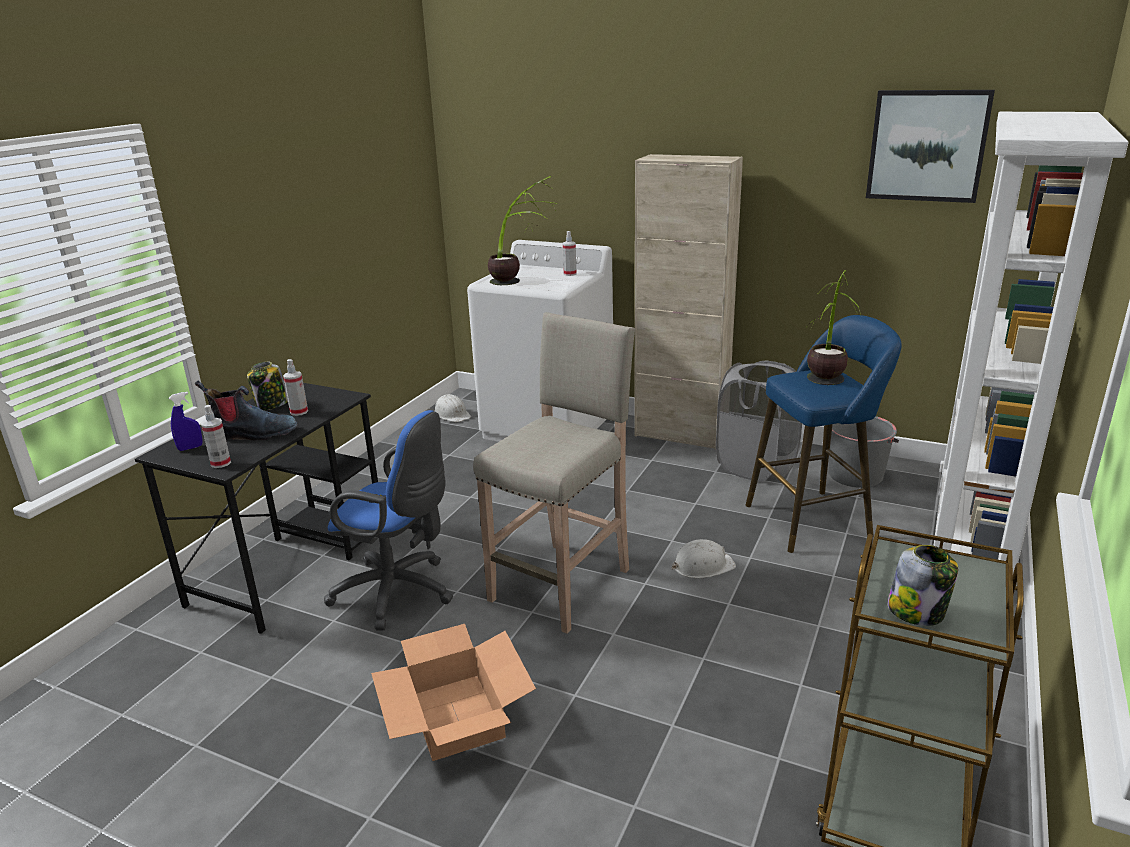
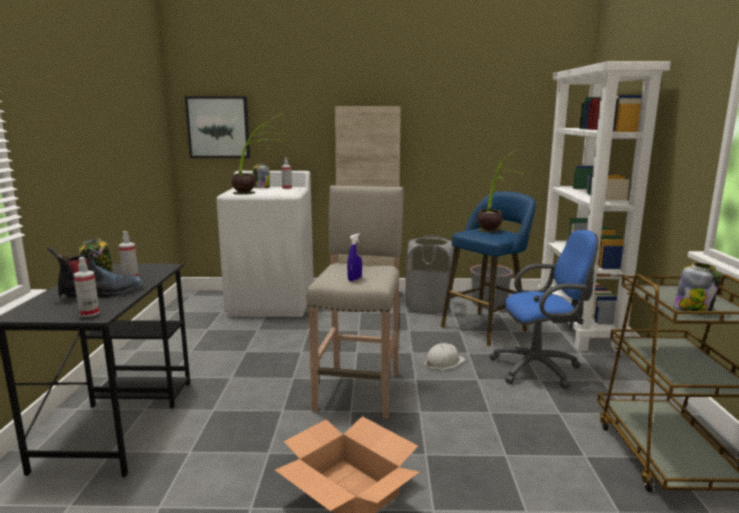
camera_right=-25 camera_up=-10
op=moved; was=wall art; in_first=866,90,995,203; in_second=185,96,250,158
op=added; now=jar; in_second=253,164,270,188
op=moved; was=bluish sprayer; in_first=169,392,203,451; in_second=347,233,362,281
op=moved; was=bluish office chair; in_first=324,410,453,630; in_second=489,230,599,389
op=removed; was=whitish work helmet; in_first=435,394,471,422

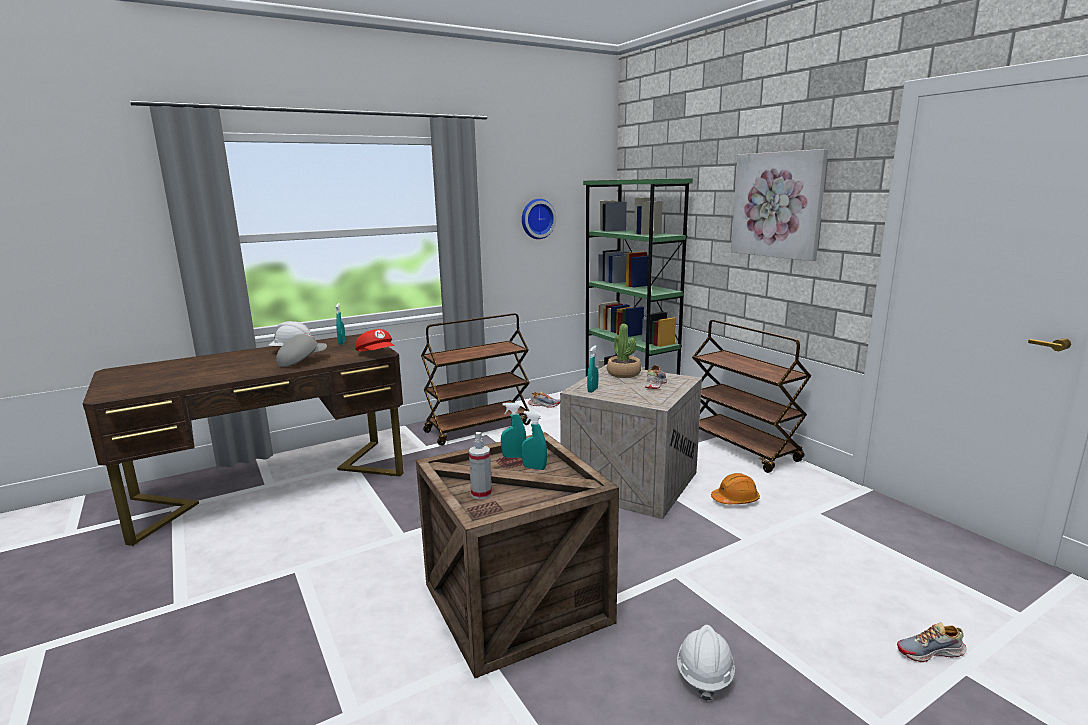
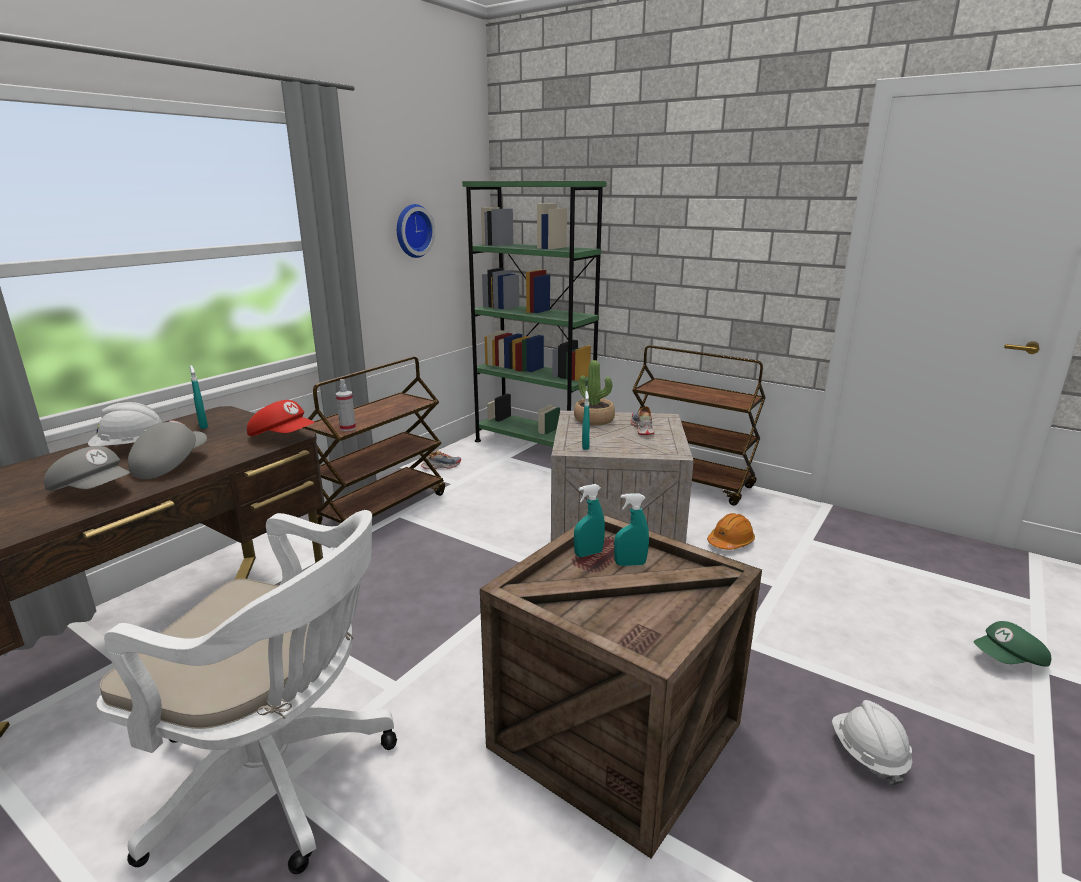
camera_right=-25 camera_up=5
op=added; now=grey baseball cap; in_second=44,446,130,491
op=added; now=whitish office chair; in_second=96,510,397,874
op=moved; was=sprayer; in_first=469,432,492,499; in_second=336,379,356,431
op=replaced; was=item of footwear; now=green-coloured baseball cap; in_first=897,622,967,662; in_second=974,621,1051,666
op=removed; was=wall art; in_first=731,149,828,261

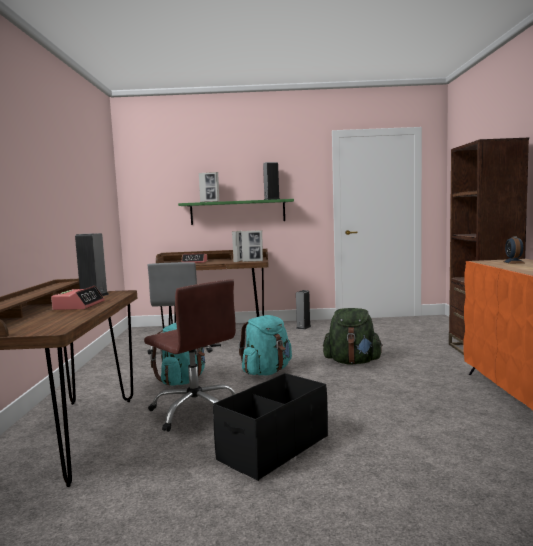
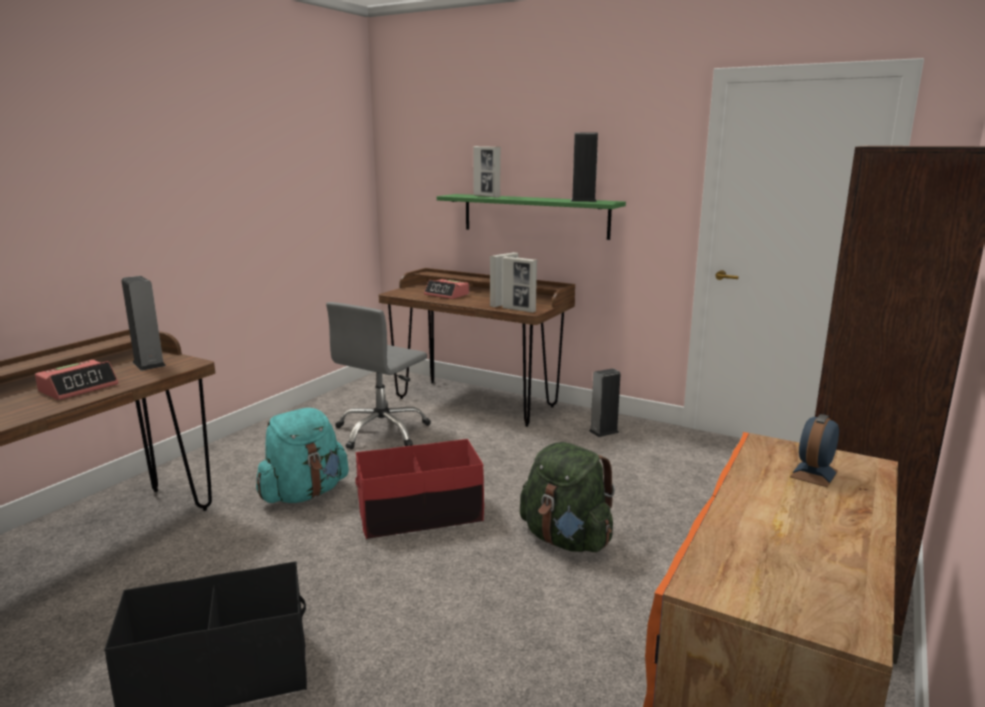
camera_right=30 camera_up=10
op=replaced; was=turquoise rucksack; now=reddish storage bin; in_first=239,315,292,375; in_second=355,439,484,539
op=removed; was=brown office chair; in_first=144,279,236,432

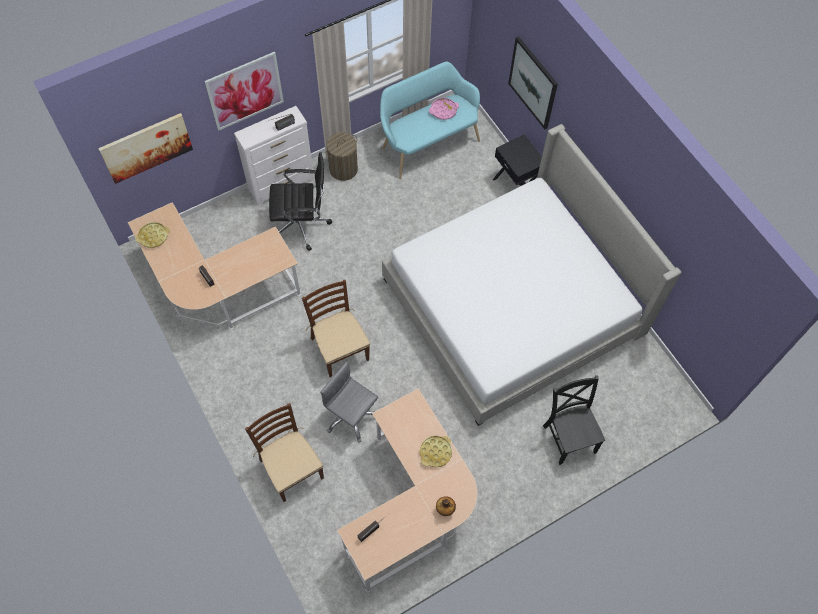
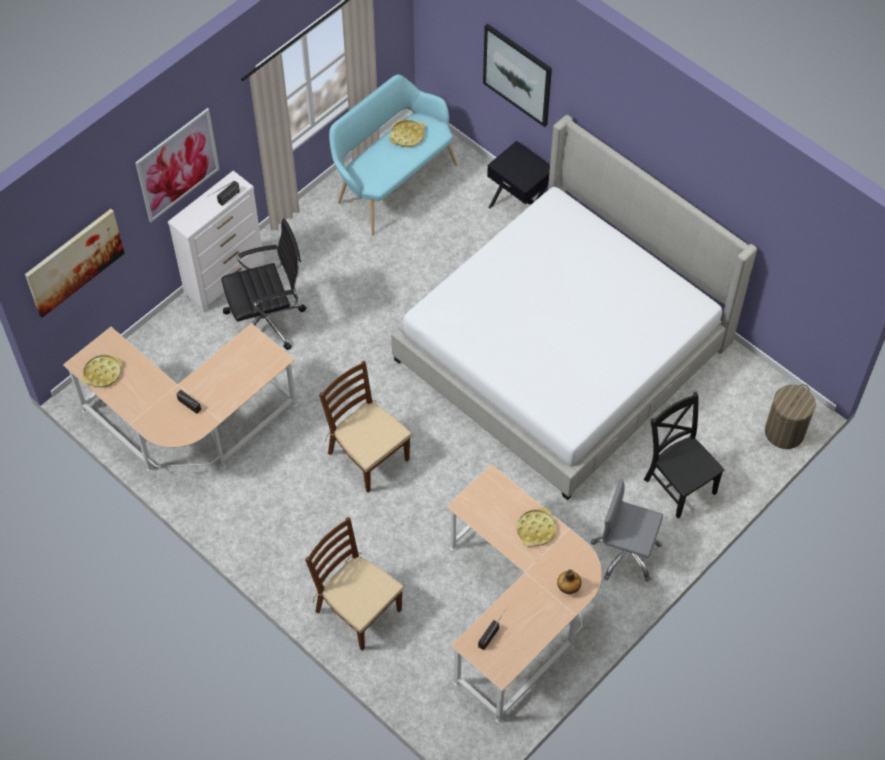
camera_right=-15 camera_up=-5
op=recoloured; was=pink tray; now=yellow-coloured tray; in_first=429,98,459,120; in_second=389,120,425,147
op=moved; was=grey office chair; in_first=320,362,378,443; in_second=591,479,664,582
op=moved; was=hamper; in_first=325,132,358,181; in_second=765,384,816,449

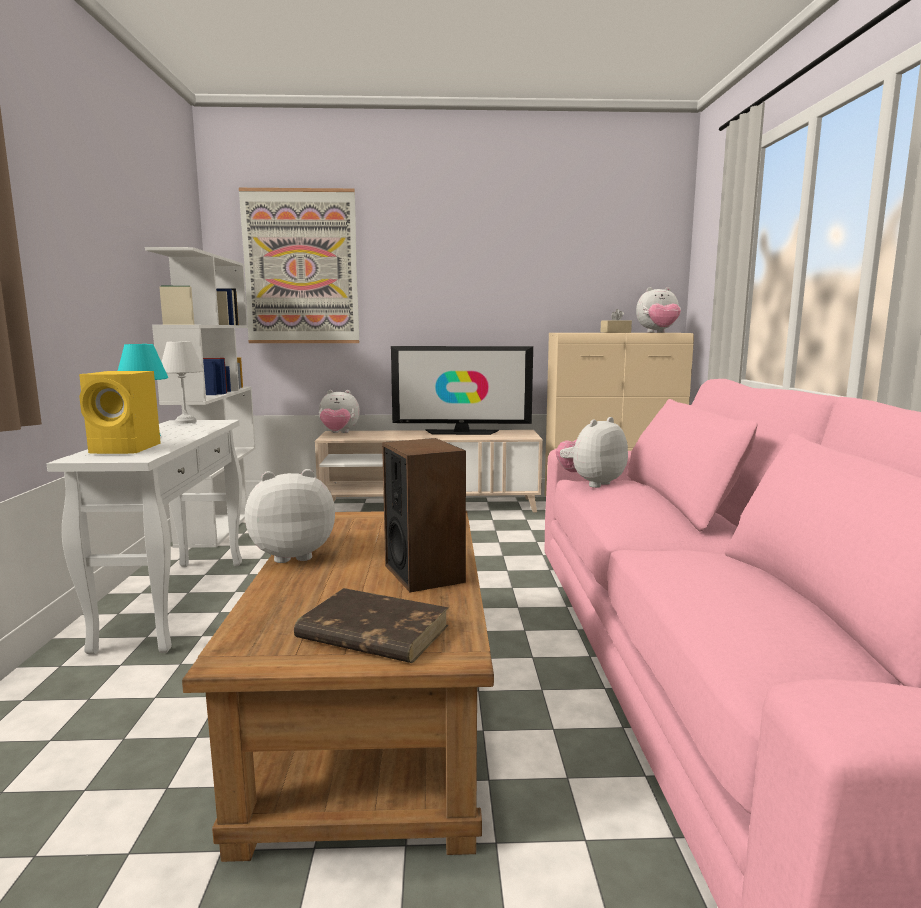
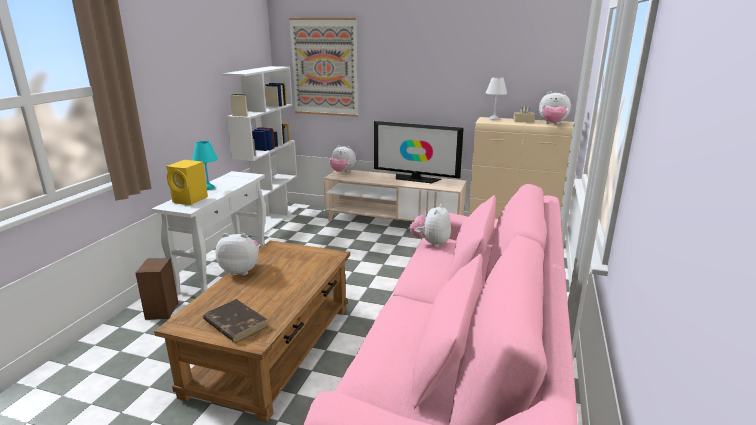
camera_right=20 camera_up=10
op=moved; was=loudspeaker; in_first=382,438,466,592; in_second=135,258,178,320
op=turned; was=plush toy; in_first=556,417,628,488; in_second=410,204,451,247; clockwise=-45
op=moved; was=whitish lamp for a table; in_first=161,341,204,424; in_second=486,77,507,121

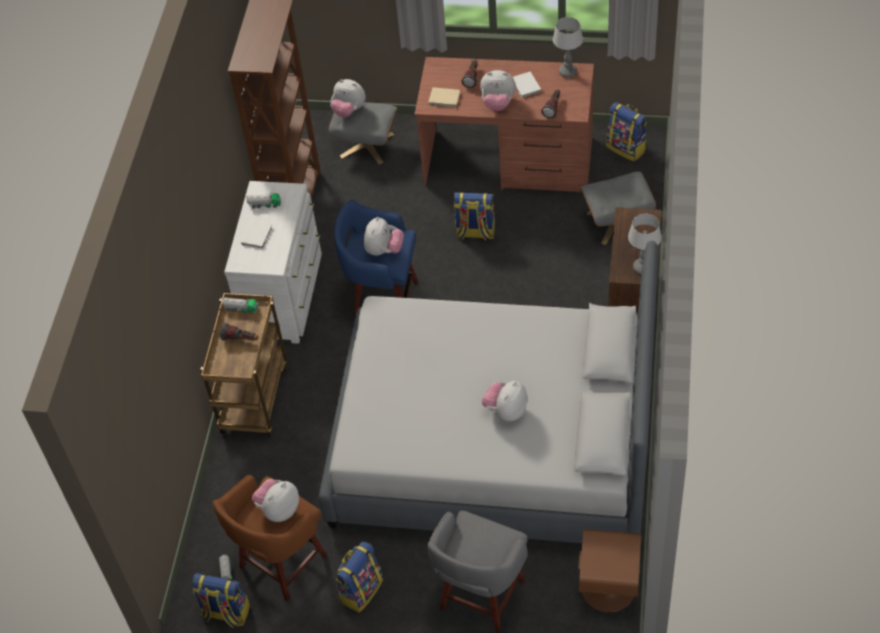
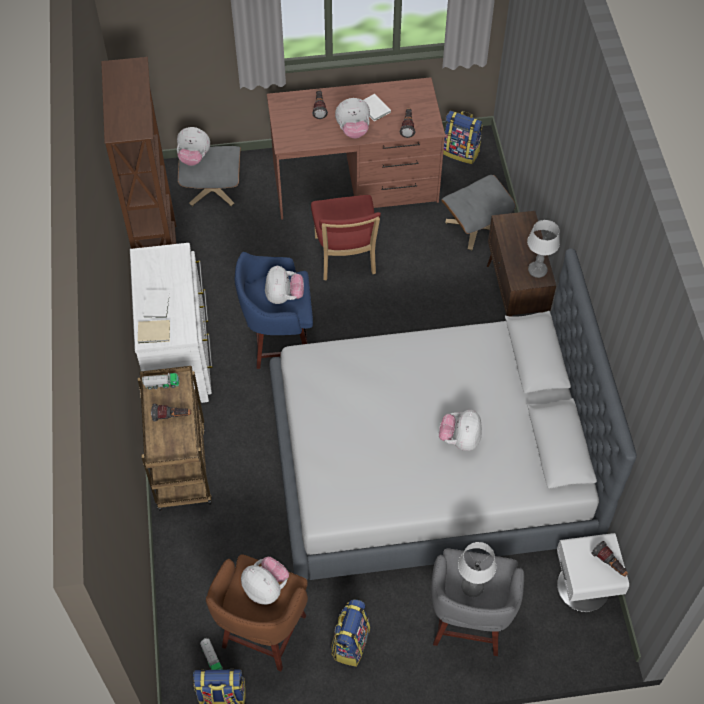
camera_right=-20 camera_up=5
op=moved; was=sand-coloured bound book; in_first=429,87,460,107; in_second=138,320,170,343
op=turned; was=plush toy; in_first=252,479,299,522; in_second=241,557,289,605; clockwise=105
op=replaced; was=rucksack; now=reddish plain chair; in_first=453,192,495,241; in_second=311,195,381,280
op=moved; was=lamp for a table; in_first=553,17,583,78; in_second=458,542,496,597
op=recoloured; was=brown nightstand; now=whitish nightstand; in_first=578,529,641,613; in_second=557,533,629,612
op=added; now=flashlight; in_second=591,541,628,577
op=removed; was=toy lorry; in_first=246,193,281,209

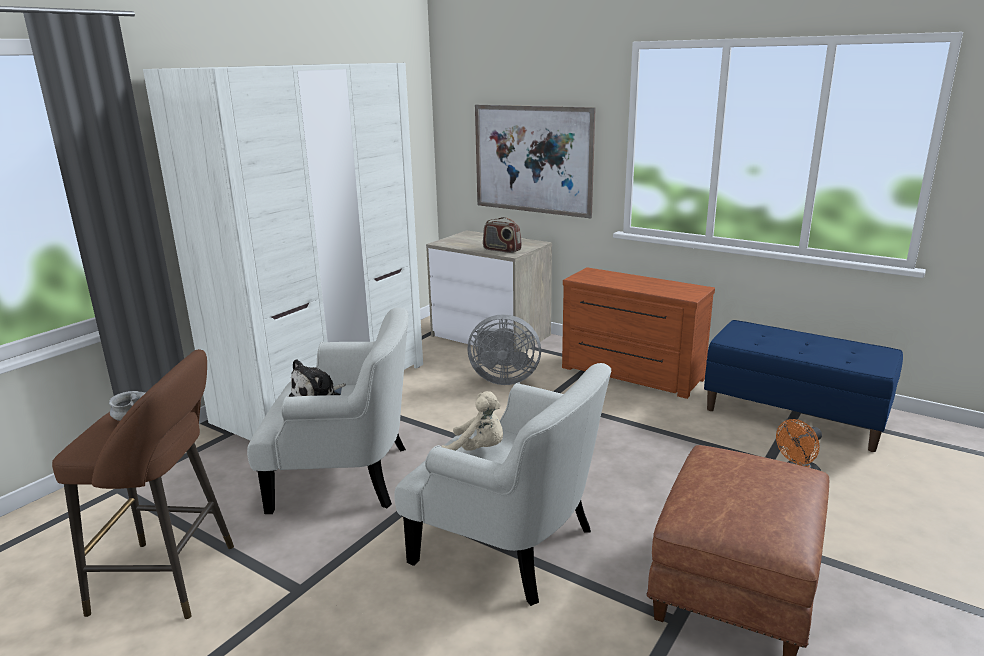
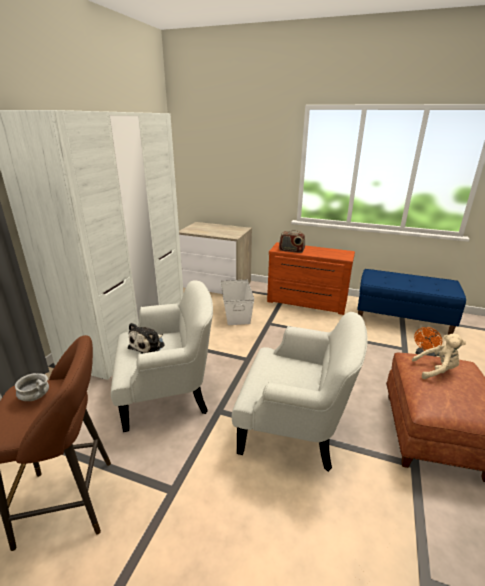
camera_right=-15 camera_up=5
op=replaced; was=grey fan; now=whitish storage bin; in_first=467,314,541,385; in_second=220,280,255,325
op=moved; was=radio set; in_first=483,217,522,253; in_second=279,230,305,253
op=moved; was=sand-coloured plush toy; in_first=441,391,503,451; in_second=412,334,466,379
op=removed; was=wall art; in_first=475,105,596,218

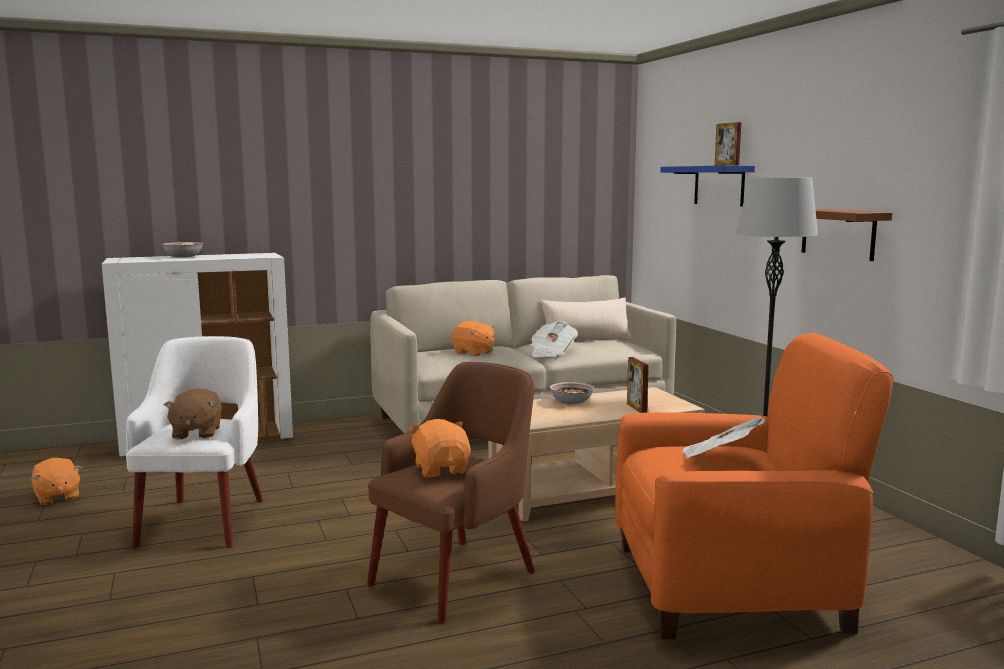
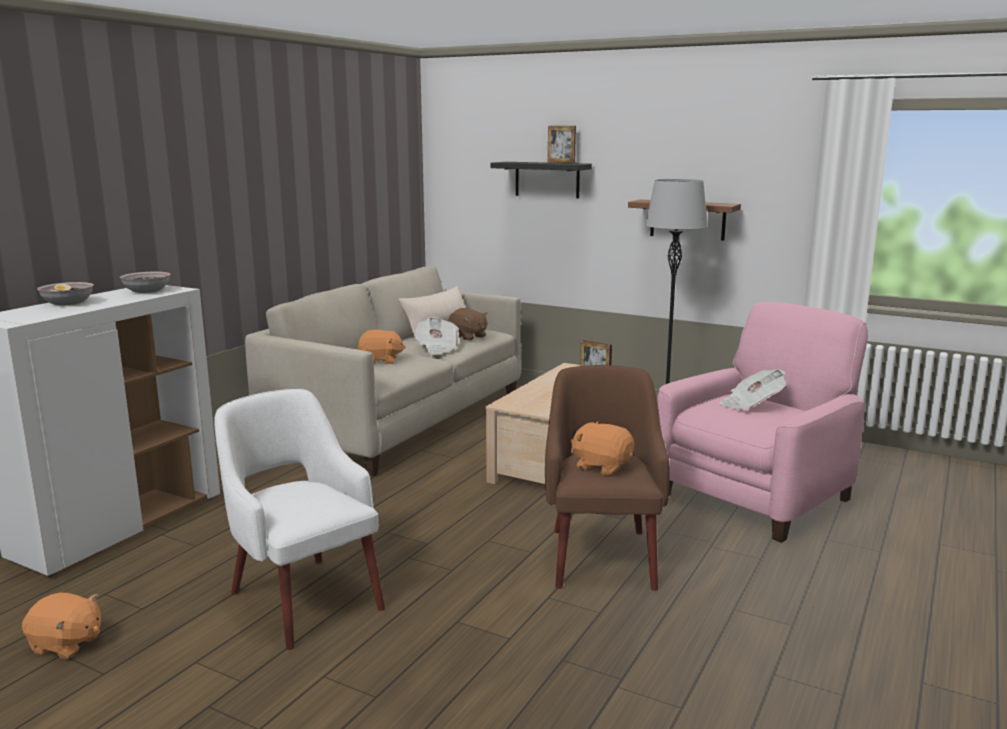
camera_right=-40 camera_up=5
op=moved; was=deep dish; in_first=550,382,594,404; in_second=119,272,171,293
op=moved; was=brown plush toy; in_first=164,388,222,439; in_second=448,308,488,341
op=recoloured; was=bluish wall shelf; now=blackish wall shelf; in_first=660,165,755,207; in_second=491,162,592,198
op=recoloured; was=orange-coloured lounge chair; now=pink lounge chair; in_first=615,333,893,639; in_second=657,302,868,543

